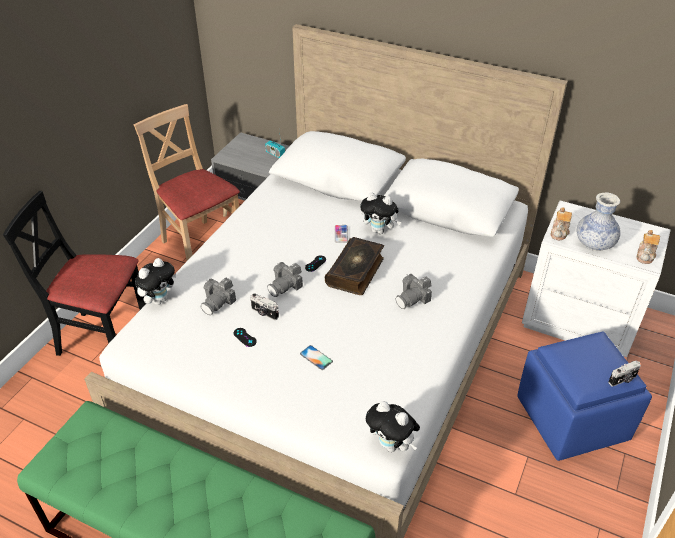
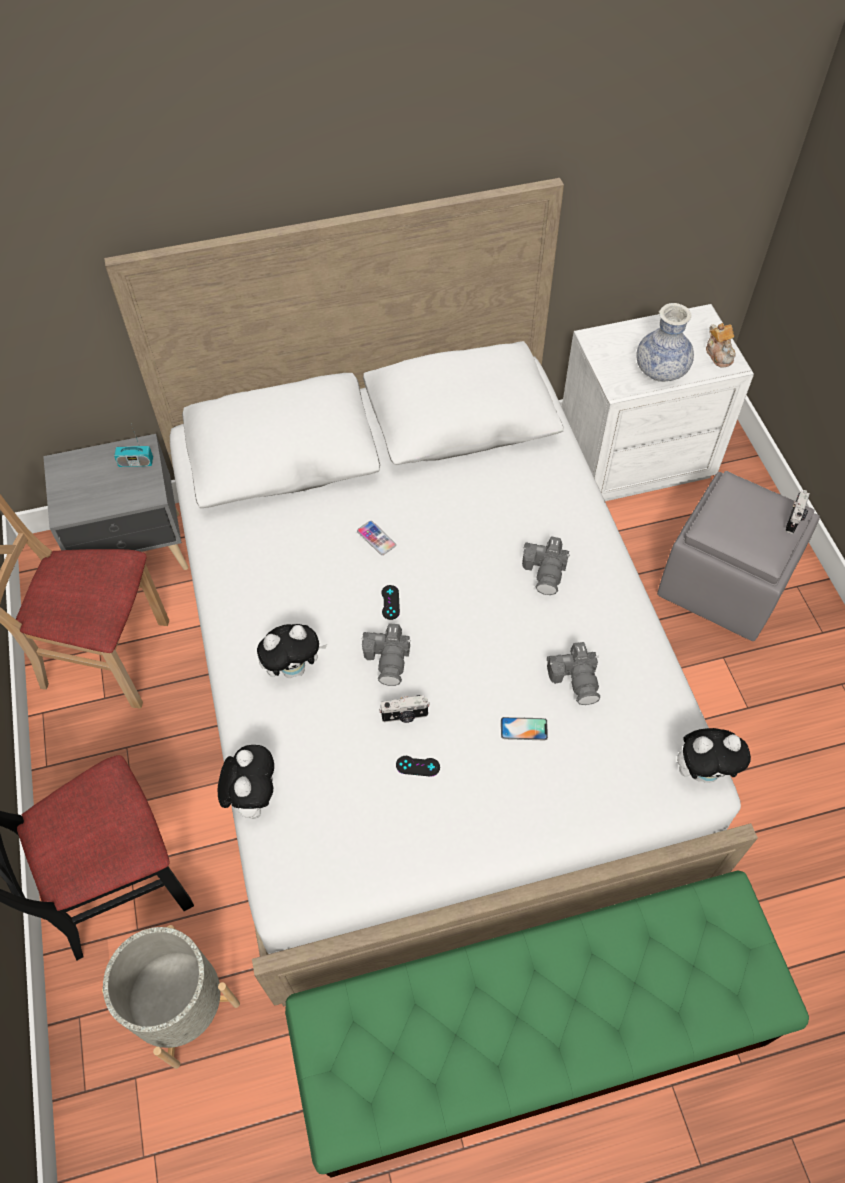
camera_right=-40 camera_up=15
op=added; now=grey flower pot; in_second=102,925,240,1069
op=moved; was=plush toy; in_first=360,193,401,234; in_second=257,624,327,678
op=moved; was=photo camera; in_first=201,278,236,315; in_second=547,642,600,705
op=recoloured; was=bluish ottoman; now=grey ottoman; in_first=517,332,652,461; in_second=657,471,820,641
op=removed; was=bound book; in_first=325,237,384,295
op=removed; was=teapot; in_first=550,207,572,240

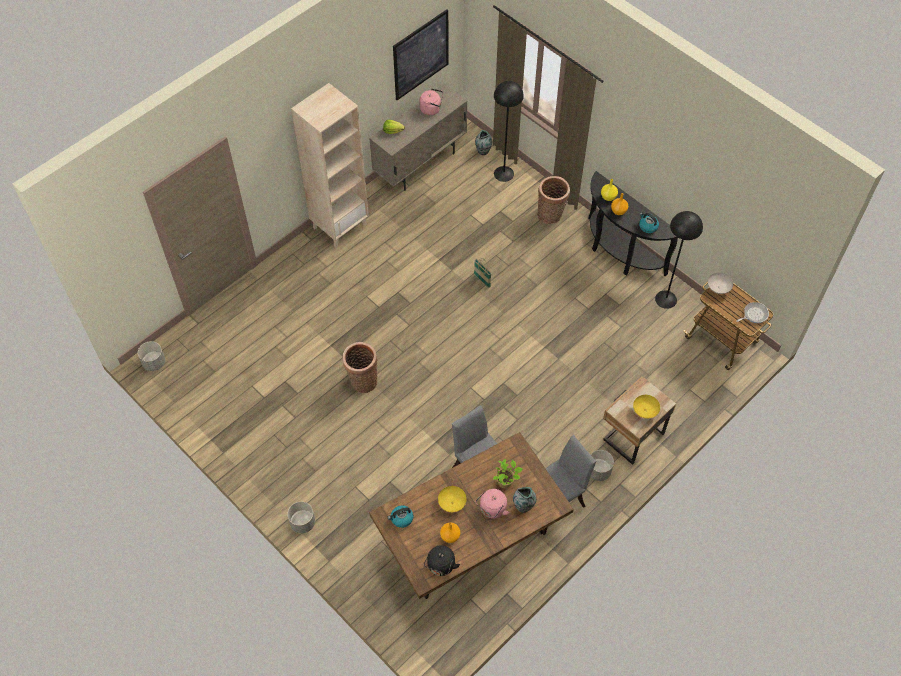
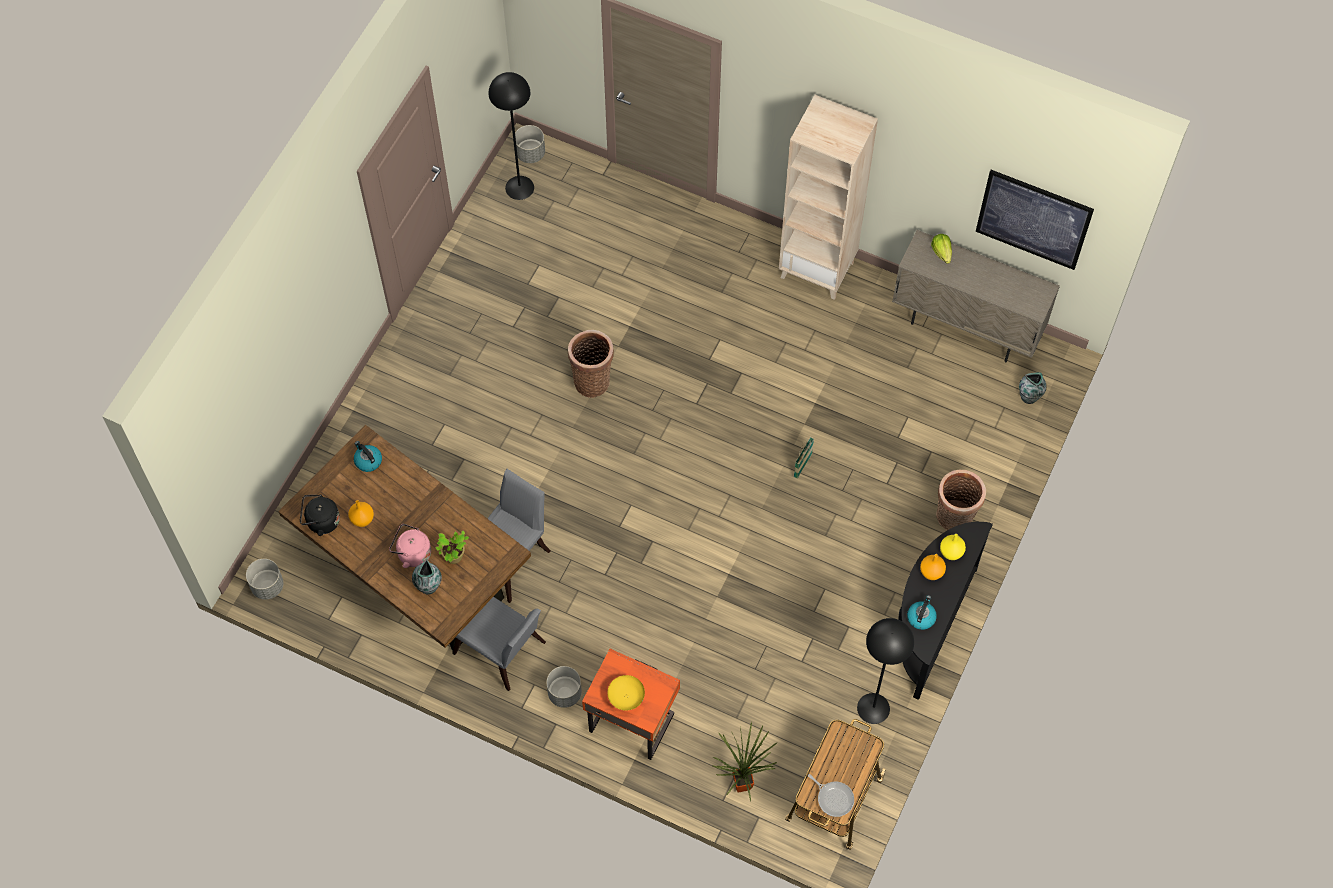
camera_right=70 camera_up=5
op=moved; was=grey flower pot; in_first=287,502,315,533; in_second=246,559,283,600
op=moved; was=blackish standing lamp; in_first=494,81,524,182; in_second=489,72,534,200
op=recoloured; was=sand-coloured nightstand; now=orange-coloured nightstand; in_first=603,376,676,465; in_second=582,649,680,760
op=added; now=plant in a pot; in_second=712,722,778,801
op=removed; was=pink water kettle; in_first=419,88,443,115
op=removed; was=yellow-coloured deep dish; in_first=438,486,467,512
op=removed; was=whitish deep dish; in_first=708,273,733,294

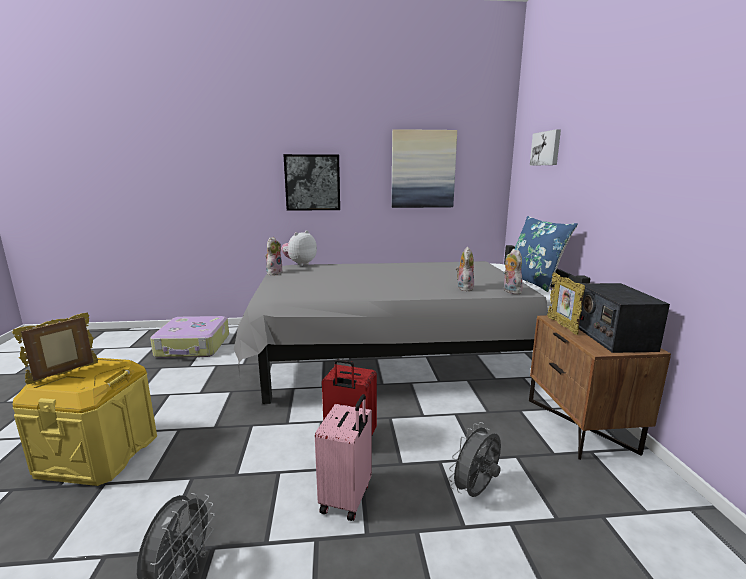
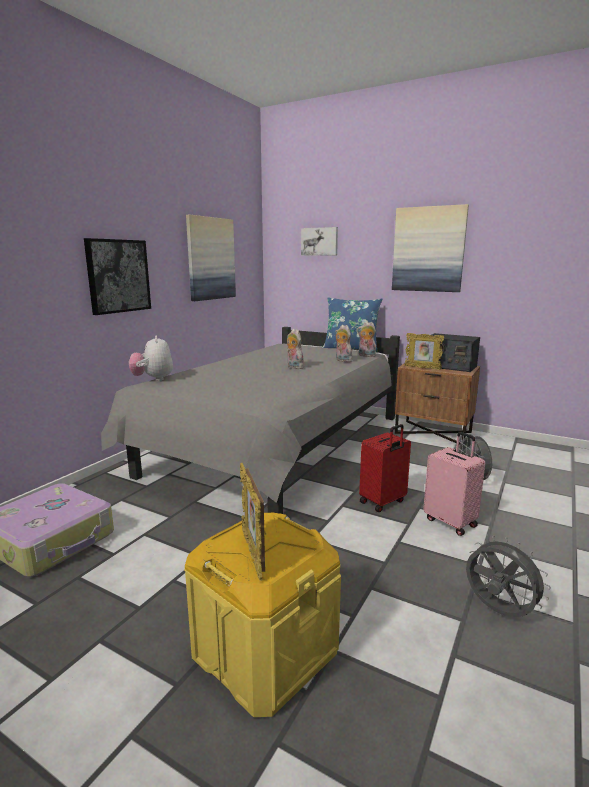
camera_right=-55 camera_up=0
op=moved; was=plush toy; in_first=265,237,283,275; in_second=287,329,304,369
op=added; now=wall art; in_second=392,204,469,292

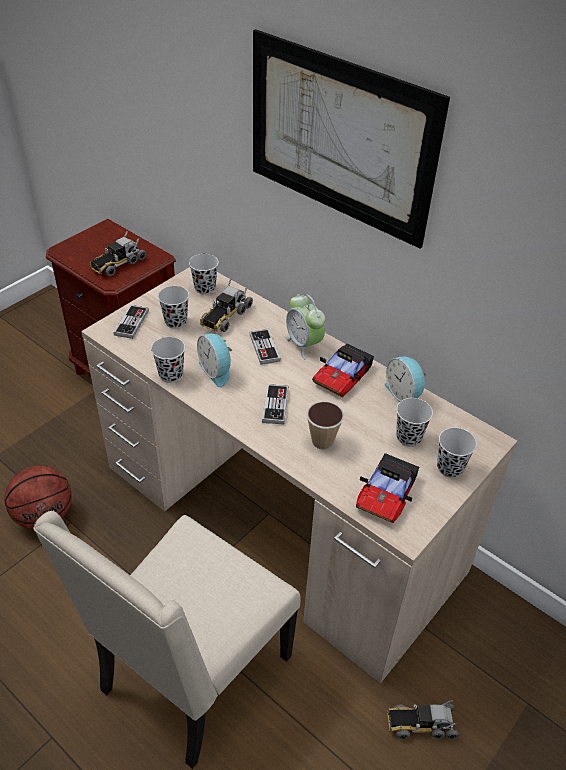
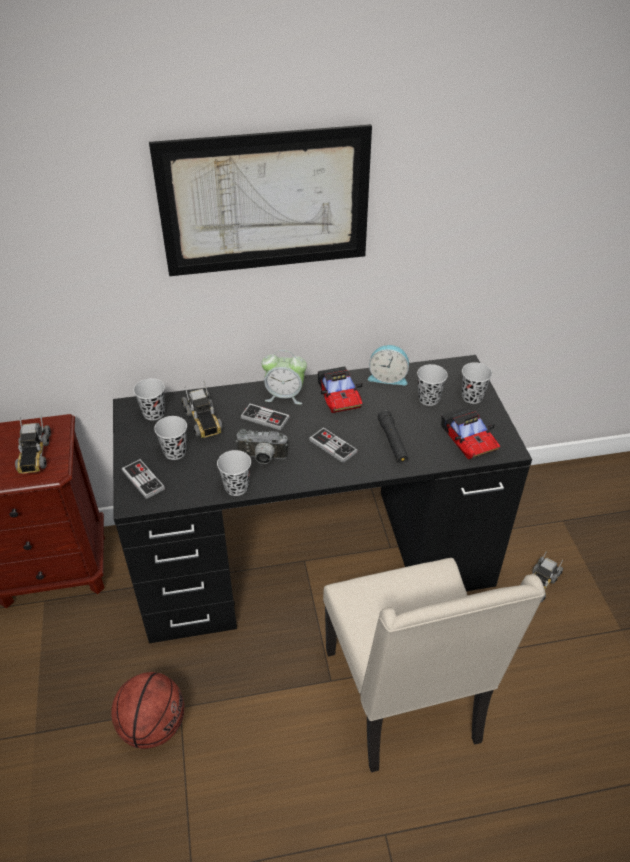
camera_right=-50 camera_up=0
op=recoloured; was=sand-coloured desk; now=blackish desk; in_first=81,267,517,684; in_second=113,355,532,643
op=replaced; was=table clock; now=photo camera; in_first=197,333,232,388; in_second=236,429,288,464
op=replaced; was=small cup; now=blackish flashlight; in_first=307,402,344,450; in_second=378,410,409,464

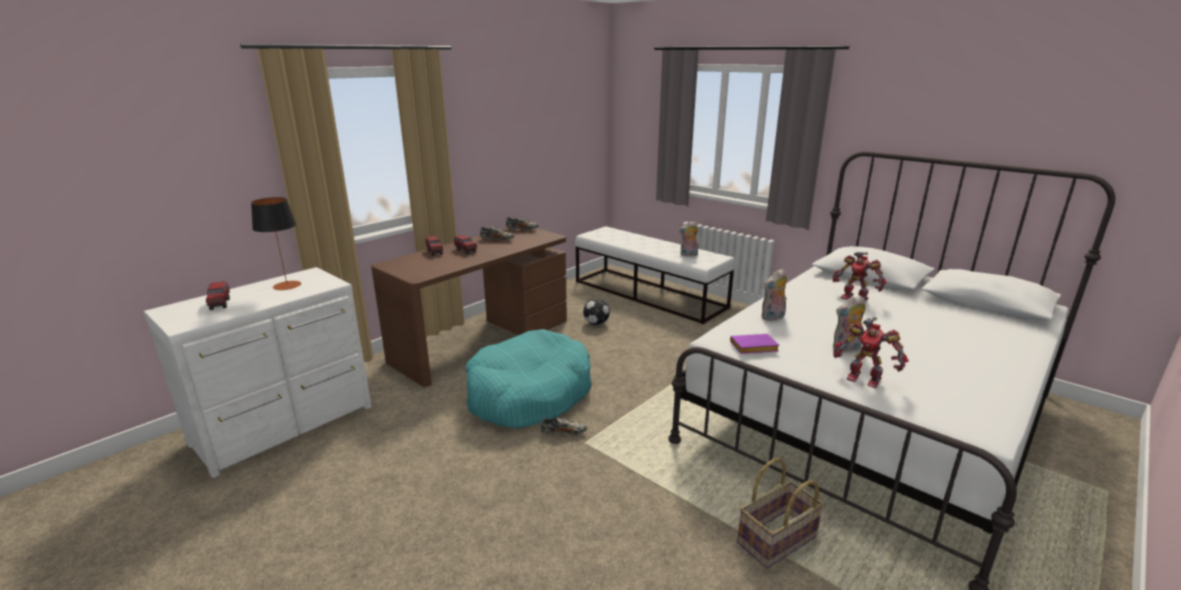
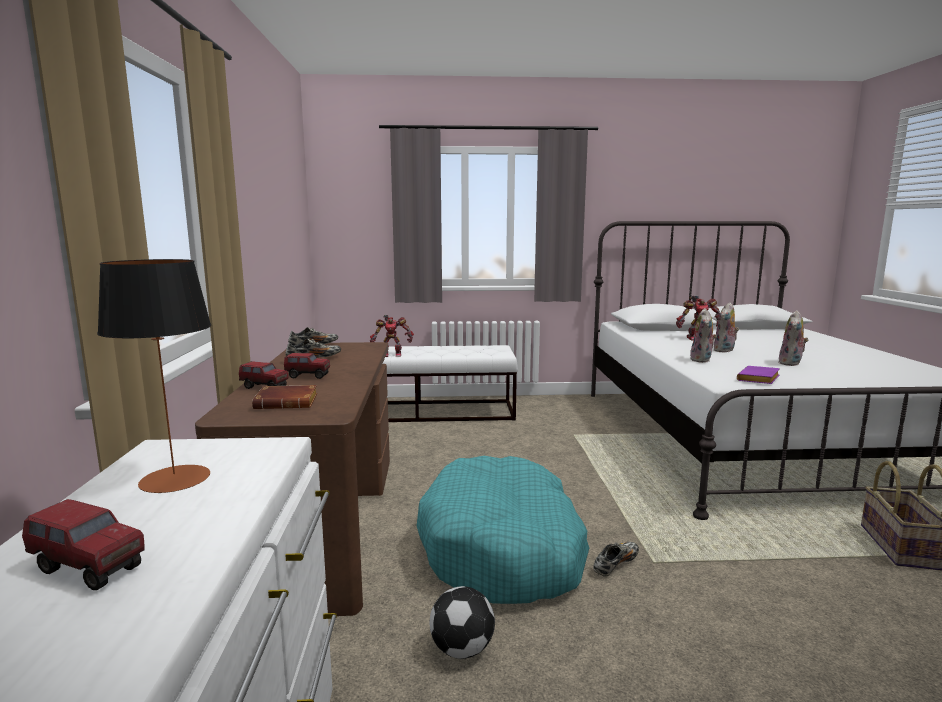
camera_right=-45 camera_up=-10
op=added; now=brown bound book; in_second=252,385,317,409
op=moved; was=model robot; in_first=833,317,908,388; in_second=370,315,414,357
op=moved; was=football; in_first=583,299,610,325; in_second=430,586,495,659
op=moved; was=plush toy; in_first=679,221,699,256; in_second=713,302,739,353

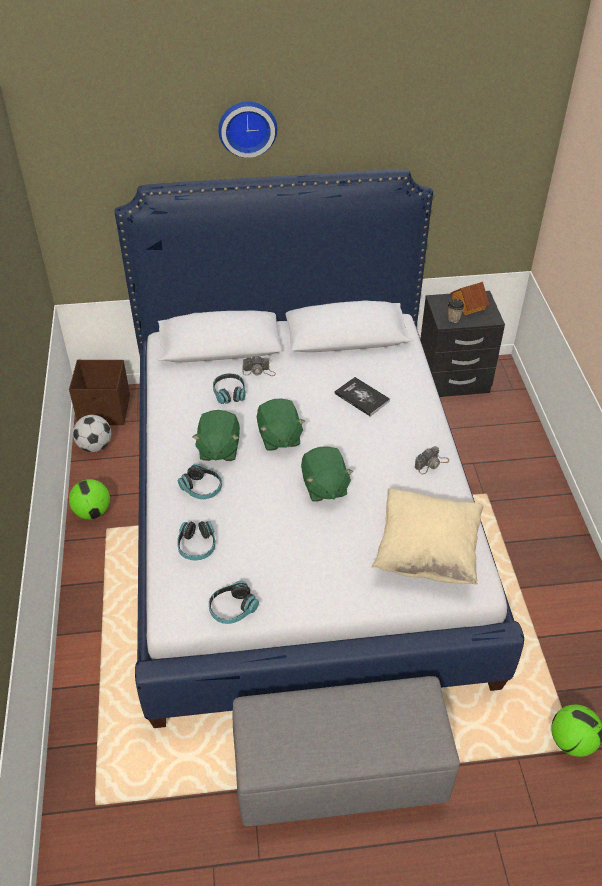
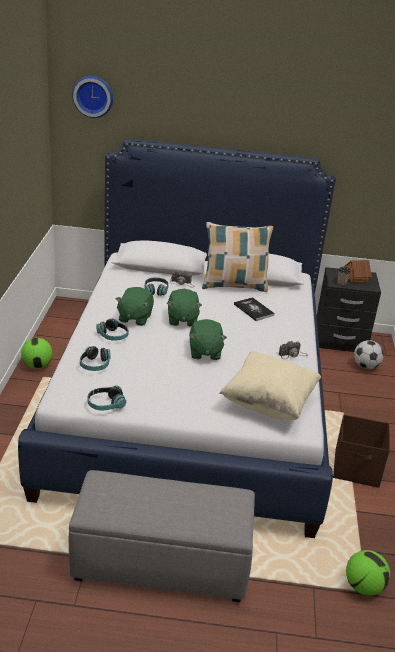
camera_right=10 camera_up=-15
op=moved; was=hanging clock; in_first=218,102,277,158; in_second=72,76,113,118
op=added; now=pillow; in_second=202,222,273,292
op=moved; was=brown storage bin; in_first=69,360,130,425; in_second=333,415,390,488
op=moved; was=football; in_first=73,415,111,452; in_second=354,340,384,369

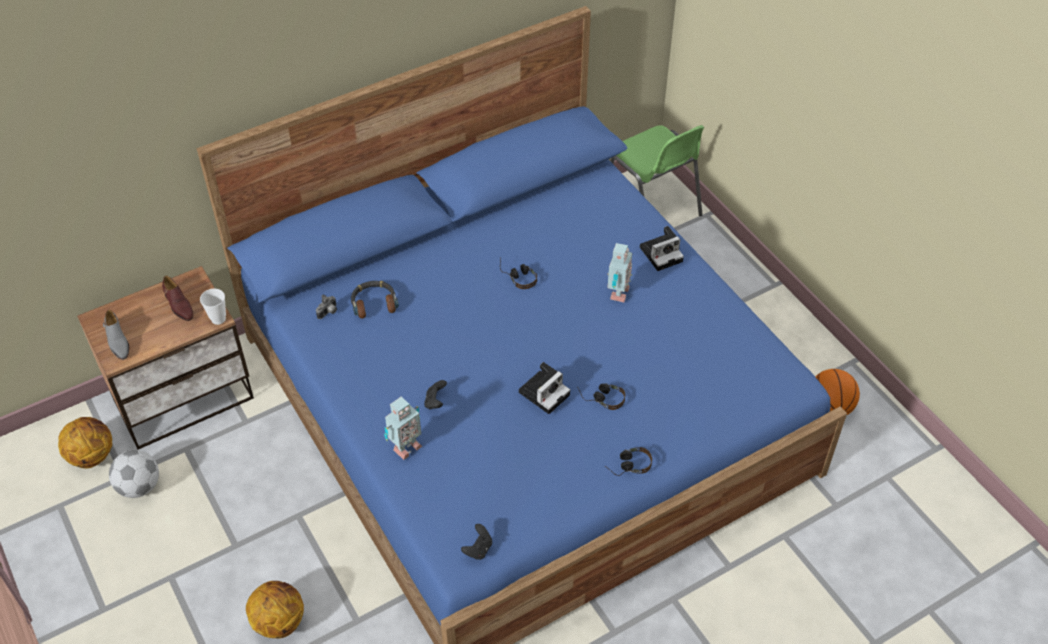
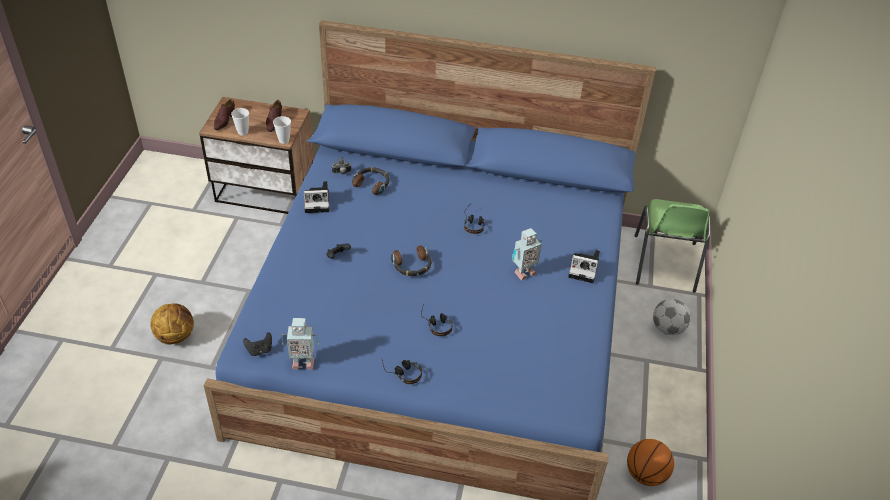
camera_right=40 camera_up=-5
op=recoloured; was=grey item of footwear; now=brown item of footwear; in_first=103,310,129,360; in_second=214,99,235,130
op=added; now=small cup; in_second=231,108,249,135
op=moved; was=model robot; in_first=384,397,422,460; in_second=282,318,319,370
op=moved; was=photo camera; in_first=519,362,570,414; in_second=304,181,329,213
op=added; now=headset; in_second=391,245,431,276
op=moved; was=football; in_first=109,450,159,498; in_second=653,299,691,335
op=removed; was=ball for basketball; in_first=58,417,112,468

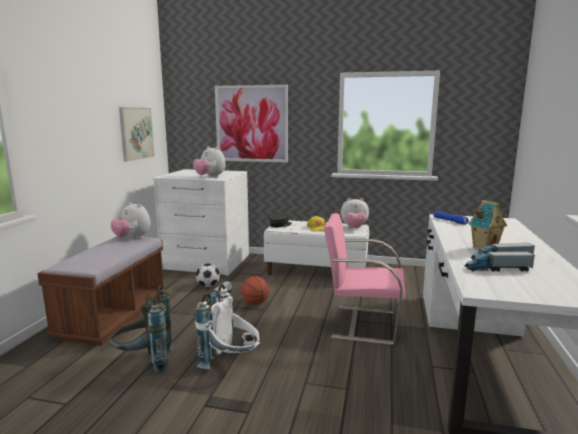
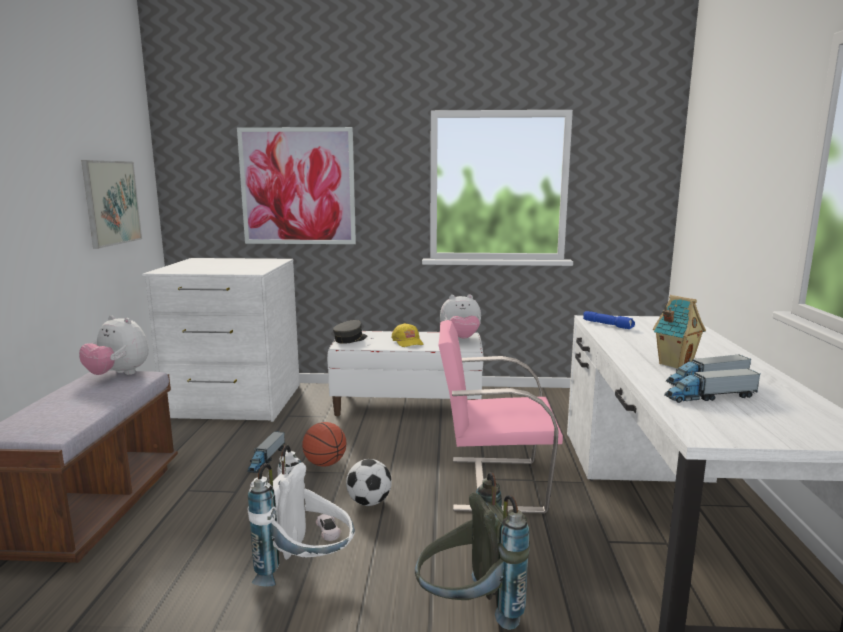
camera_right=-10 camera_up=0
op=moved; was=football; in_first=196,263,220,287; in_second=346,459,392,506
op=moved; was=grey rucksack; in_first=109,285,174,373; in_second=415,472,530,630
op=removed; was=plush toy; in_first=193,146,226,178

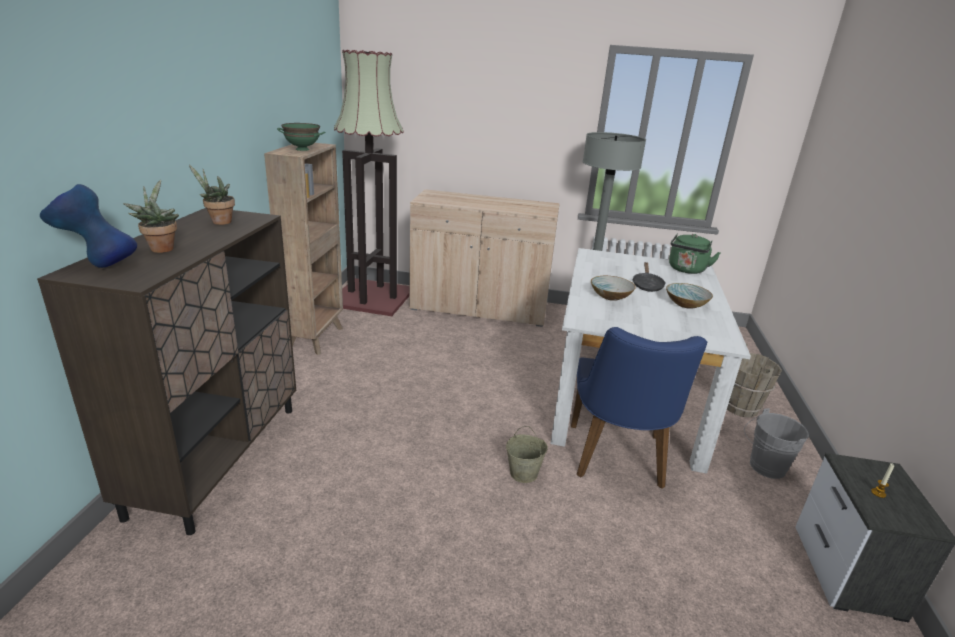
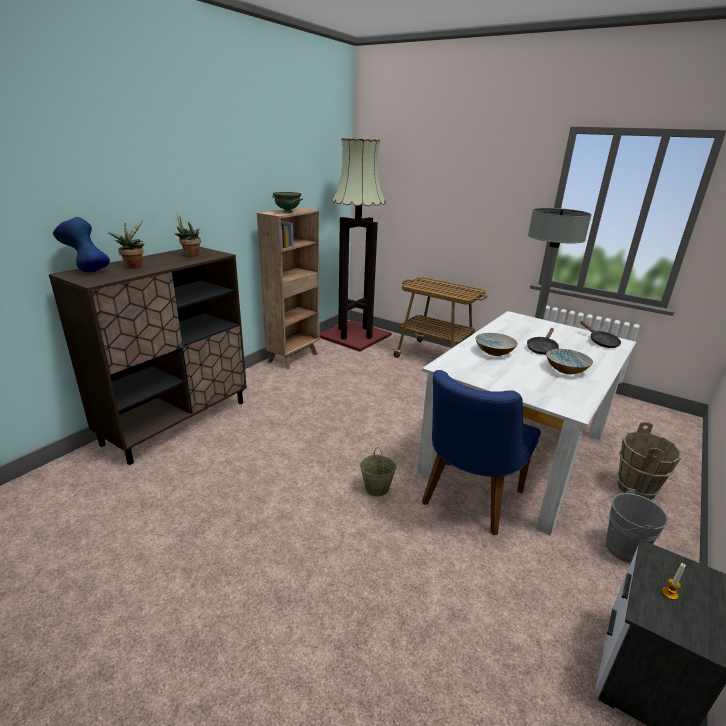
camera_right=25 camera_up=0
op=replaced; was=sand-coloured storage cabinet; now=cart; in_first=409,189,560,327; in_second=391,277,487,358
op=replaced; was=green-coloured water kettle; now=blackish pan; in_first=669,233,720,274; in_second=580,321,621,348

